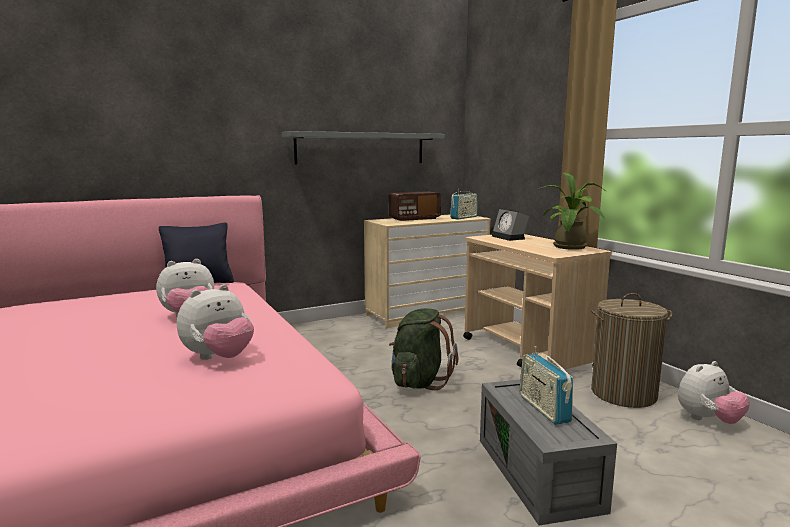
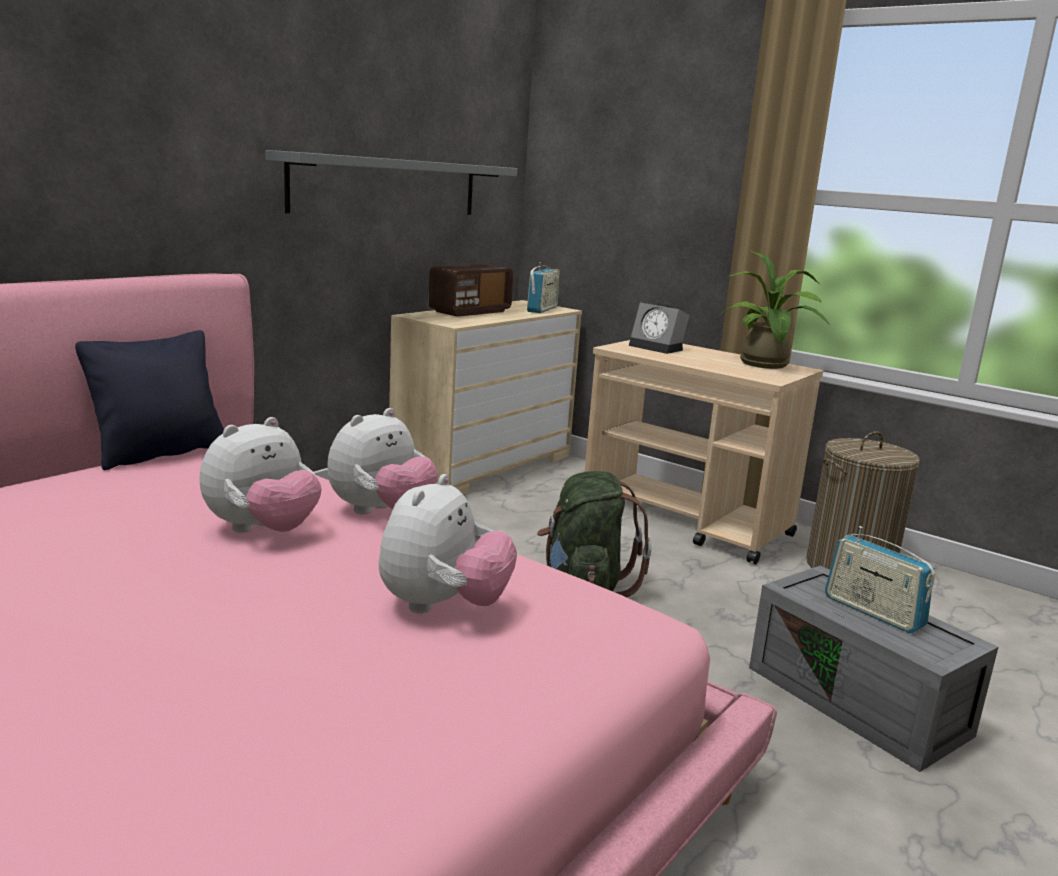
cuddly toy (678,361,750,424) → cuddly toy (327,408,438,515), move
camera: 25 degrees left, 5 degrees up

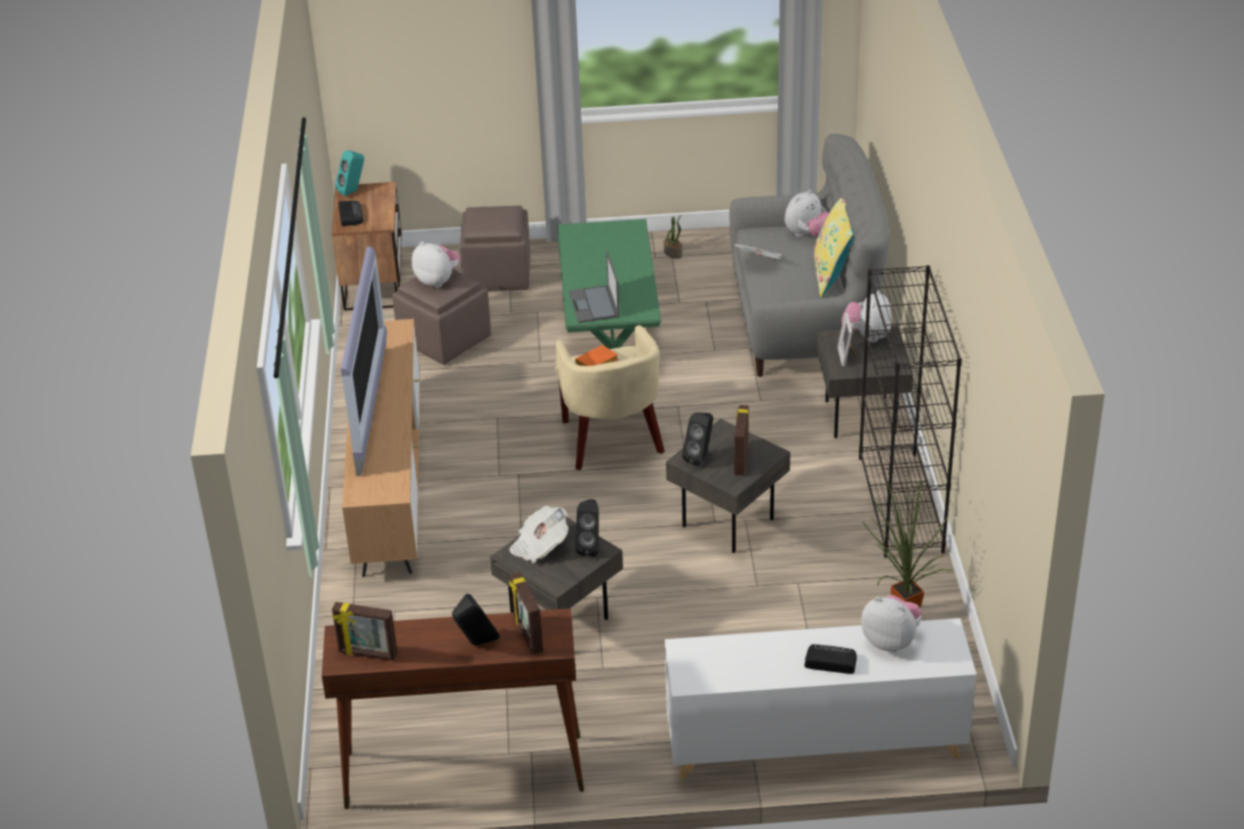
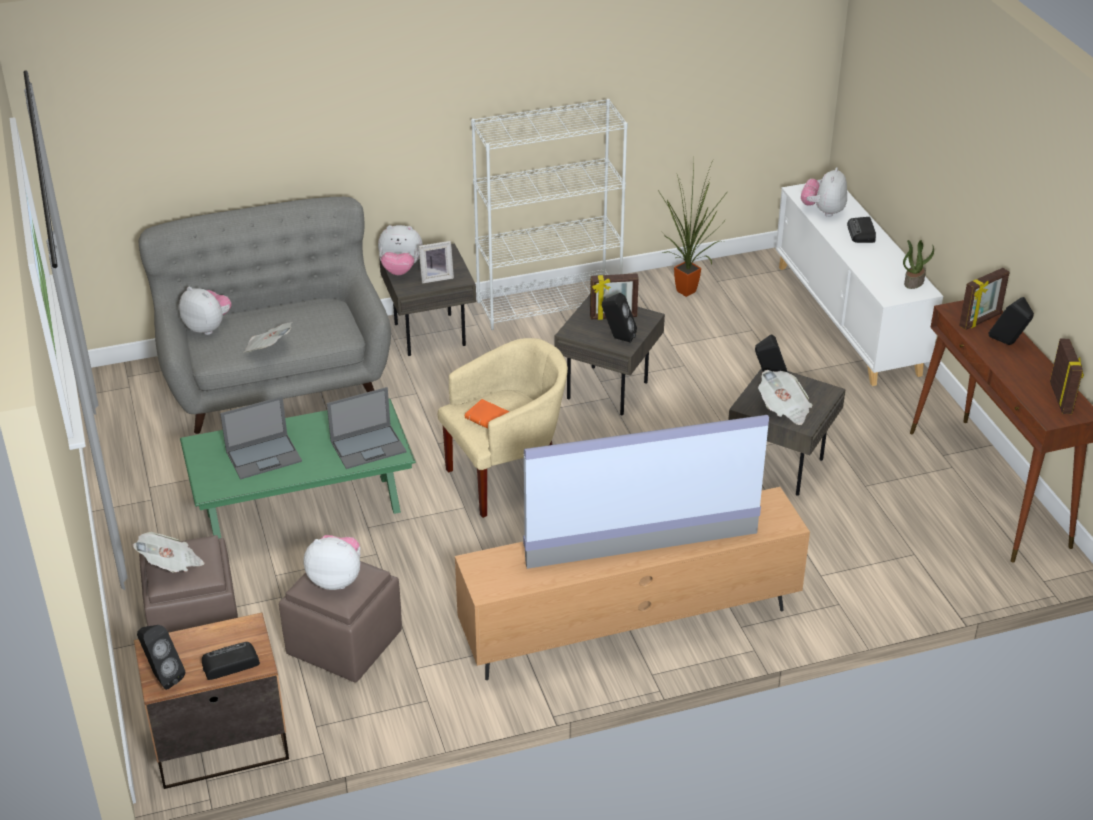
turquoise-coloured speaker (335,150,364,196) → black-coloured speaker (137,625,185,690)
yellowish cushion (814,198,854,298) → -
houseplant (664,216,682,259) → houseplant (903,240,934,289), move
cuddly toy (412,241,461,288) → cuddly toy (303,535,361,590), 75 degrees clockwise
black-coloured bookshelf (859,265,962,558) → white bookshelf (471,99,628,330)
- → notebook computer (220,396,302,480)
- → printed paper (133,532,204,573)
camera: 105 degrees left, 0 degrees up

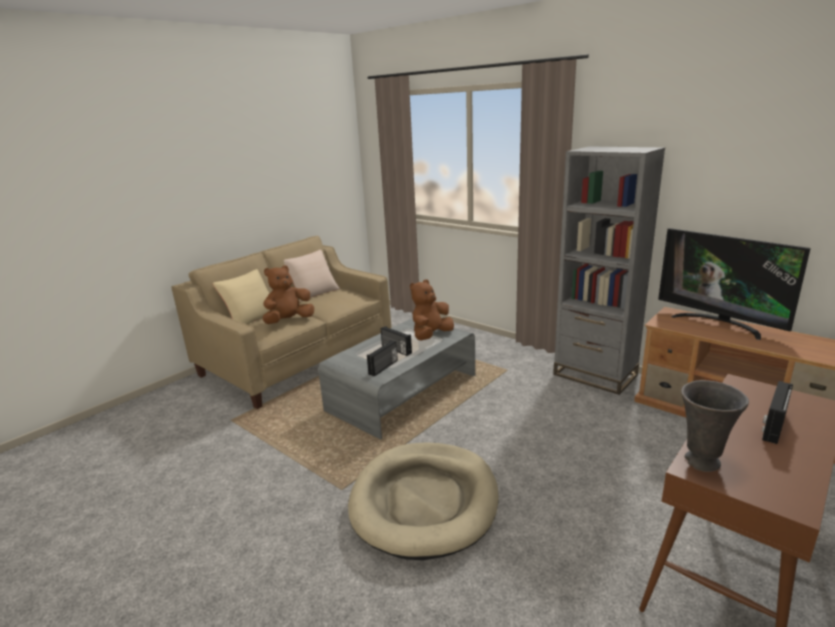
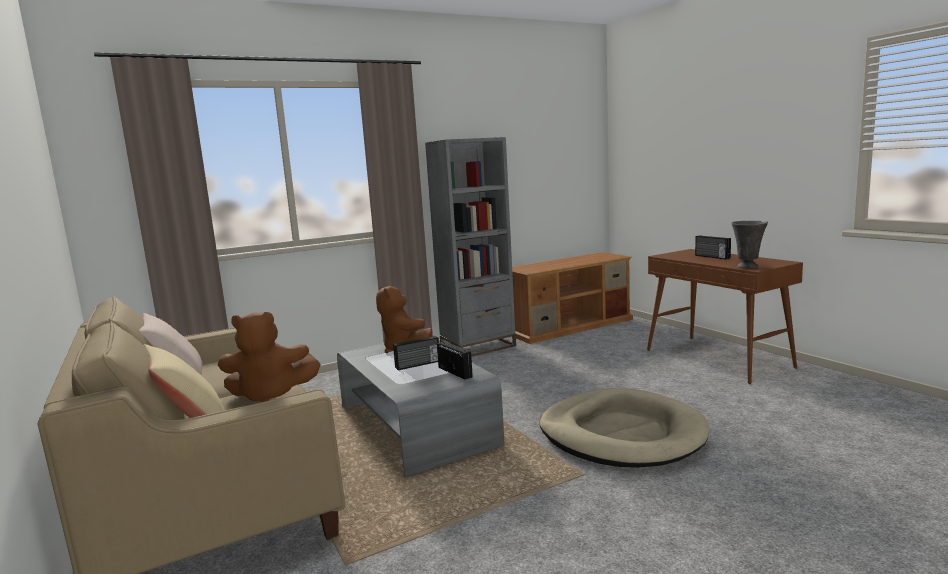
television (658,228,811,340) → -
brownish cuddly toy (263,265,314,324) → brownish cuddly toy (218,312,321,402), 75 degrees counterclockwise
camera: 70 degrees left, 10 degrees down

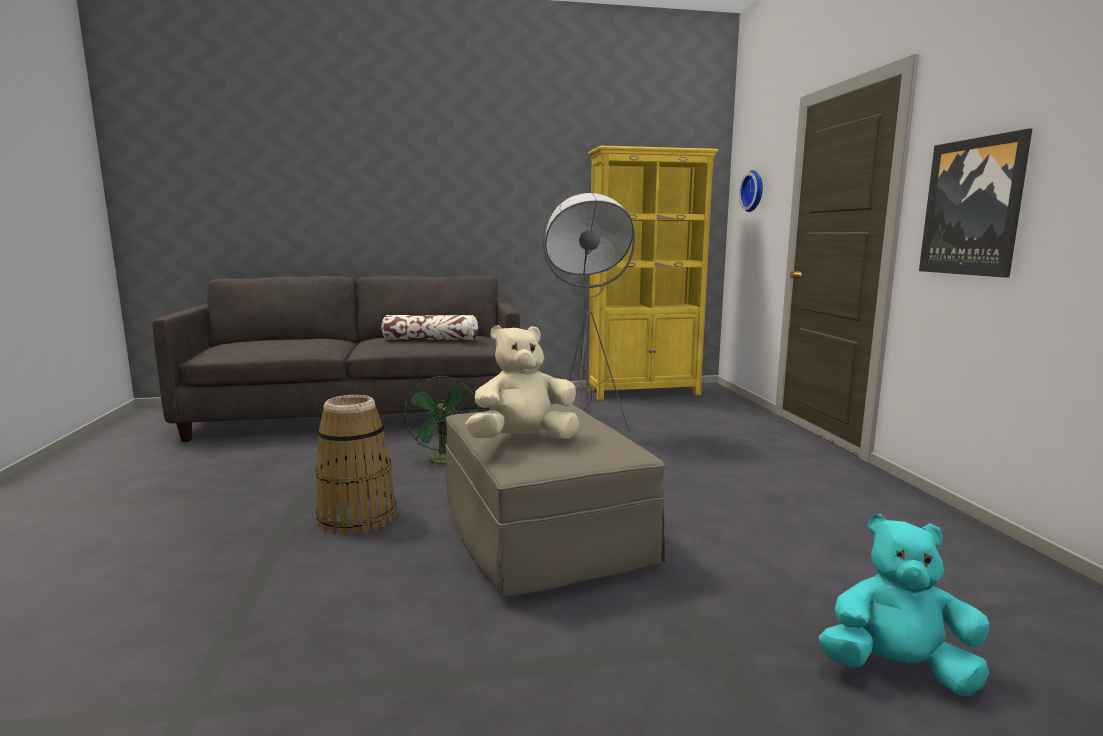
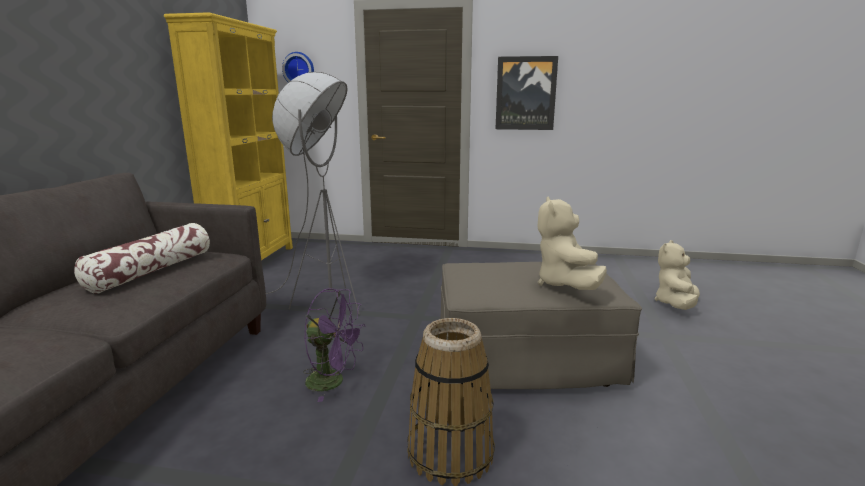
green-coloured cooling fan (404,376,479,464) → purple-coloured cooling fan (303,288,365,402)
turquoise-coloured cuddly toy (819,514,989,696) → sand-coloured cuddly toy (655,240,700,310)
camera: 70 degrees left, 5 degrees up

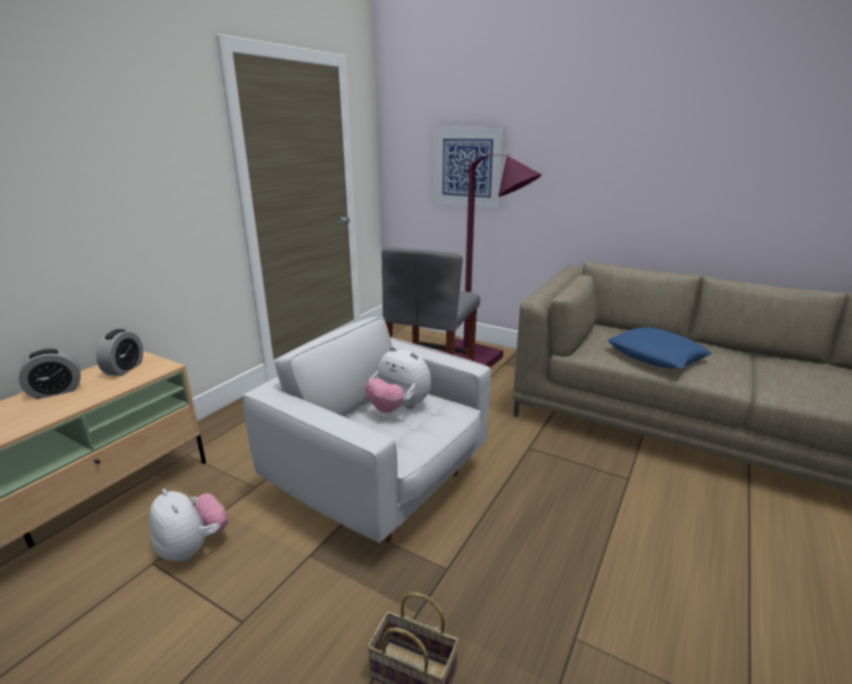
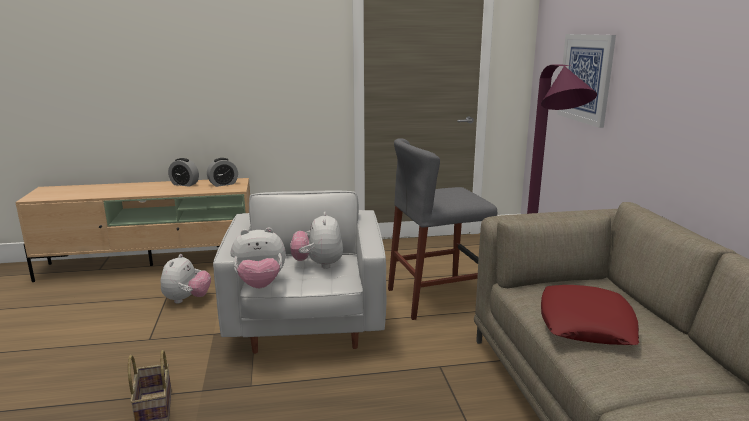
blue-coloured cushion (607,327,712,369) → reddish cushion (541,285,639,345)
- → cuddly toy (231,228,286,288)
camera: 50 degrees right, 5 degrees down

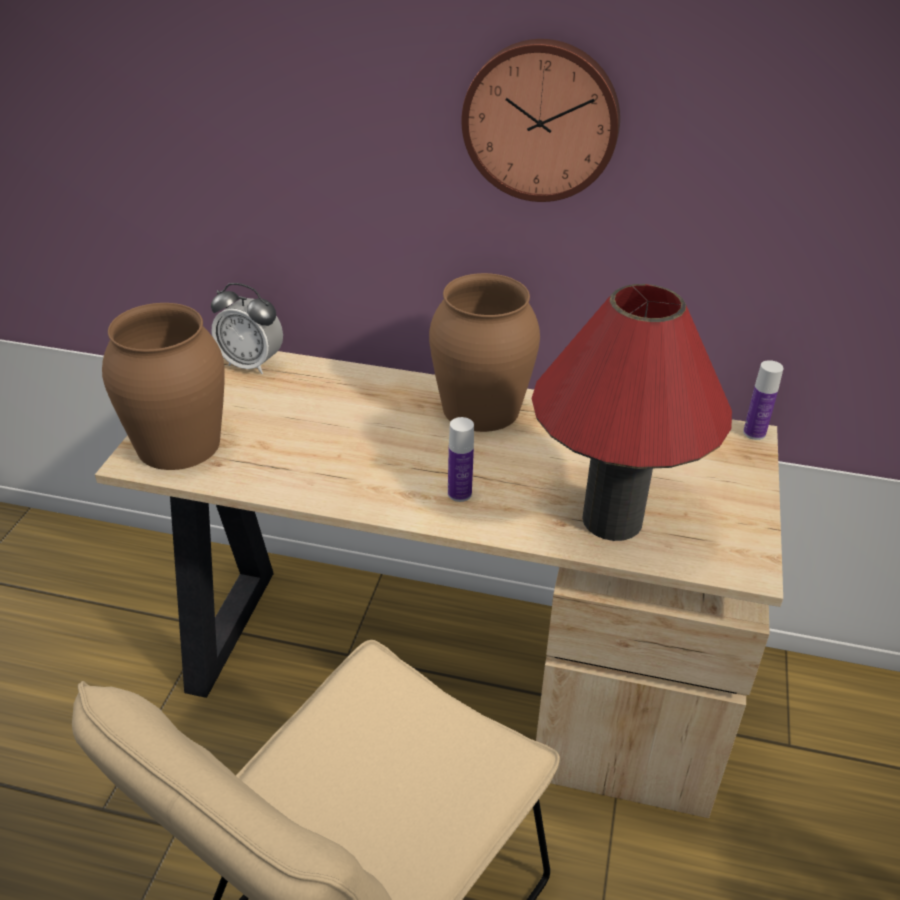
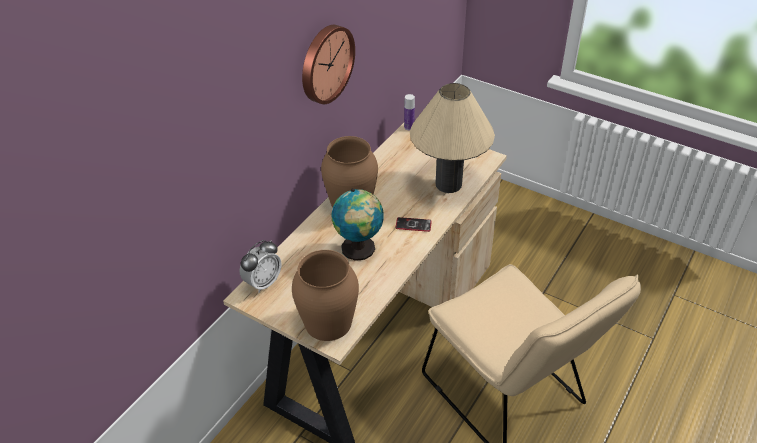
reddish table lamp (532,284,732,541) → sand-coloured table lamp (410,83,495,193)
drink bottle (448,417,474,502) → handset (396,217,432,232)
- → globe (331,188,384,261)
camera: 70 degrees left, 5 degrees up

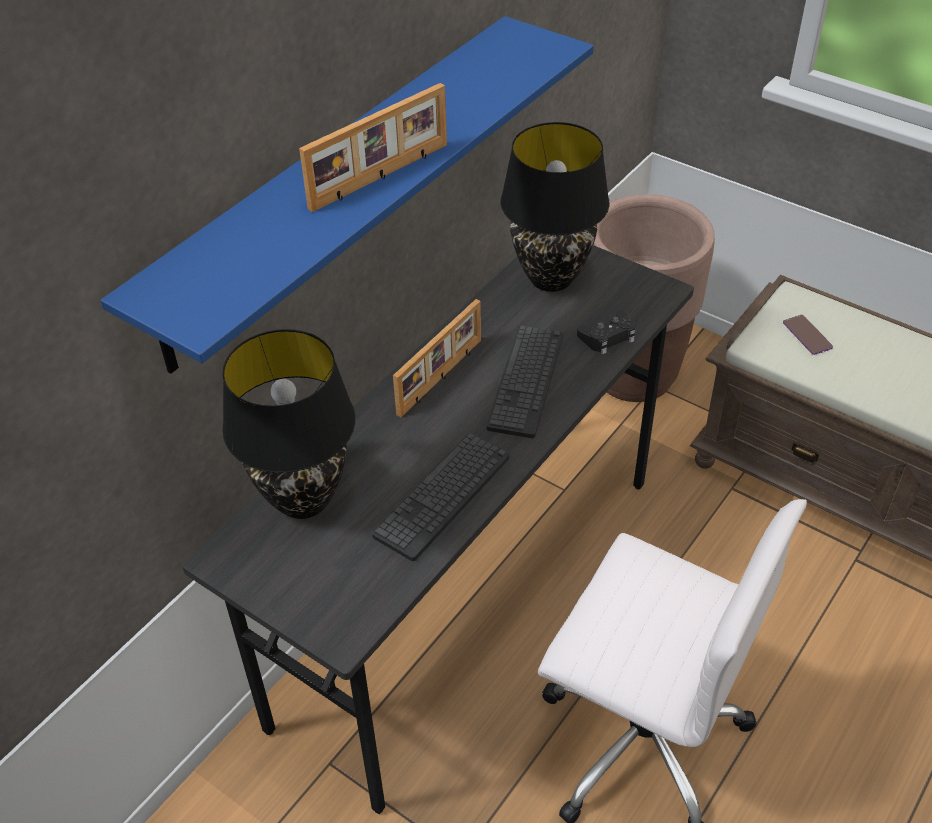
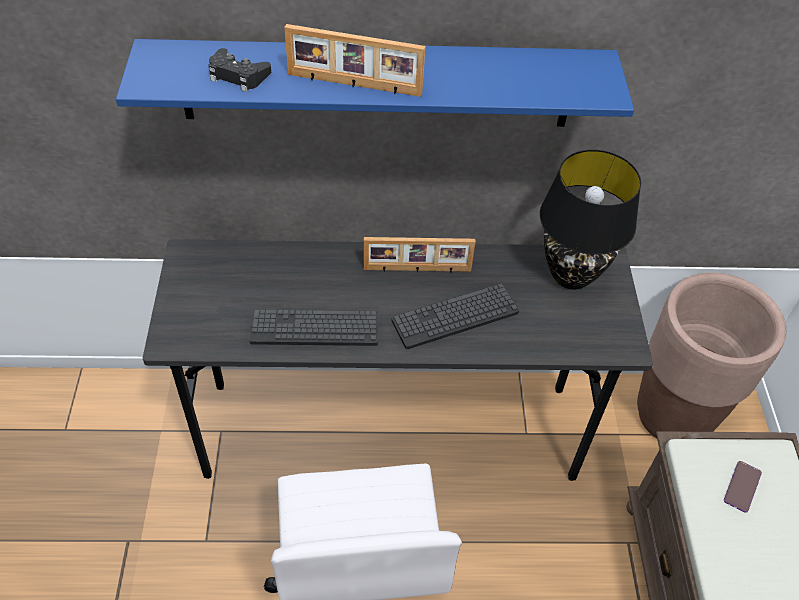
black-coloured game controller (577,310,636,354) → black-coloured game controller (209,48,271,92), move
black-coloured table lamp (222,329,355,519) → -
camera: 50 degrees right, 5 degrees up

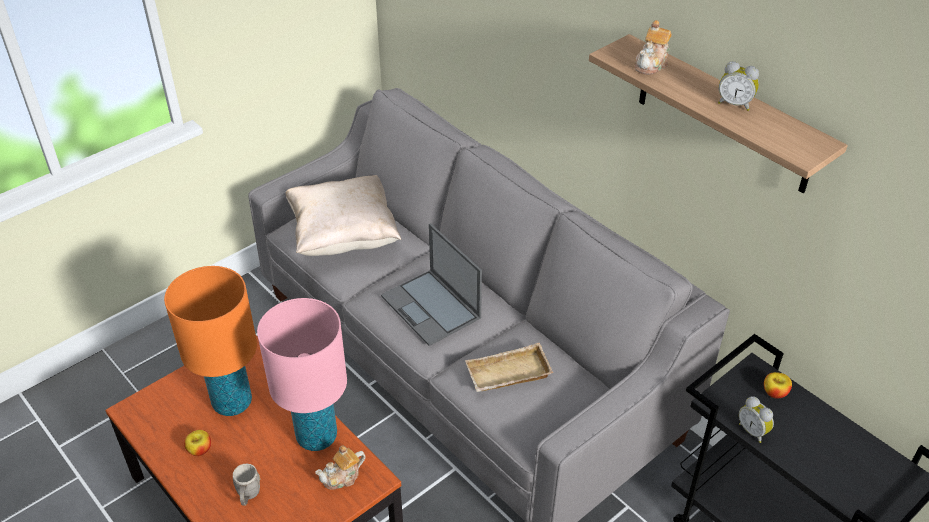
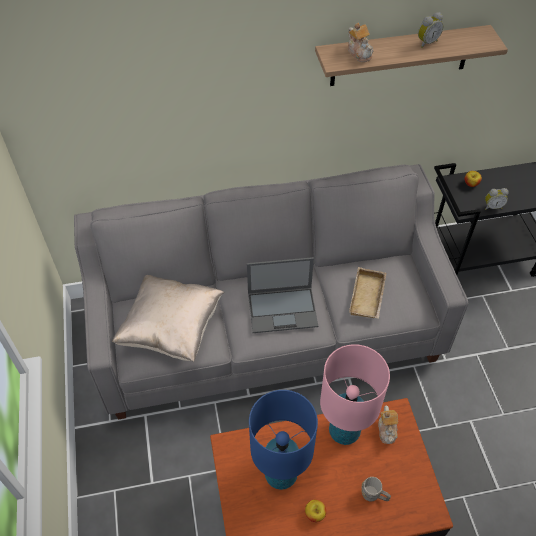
orangey table lamp (164,266,257,416) → blue-coloured table lamp (249,390,318,490)
camera: 60 degrees left, 10 degrees up

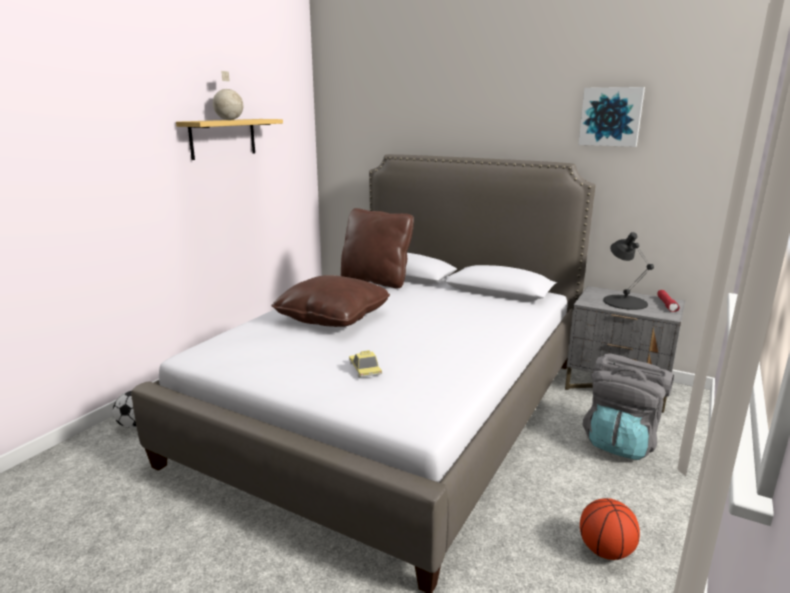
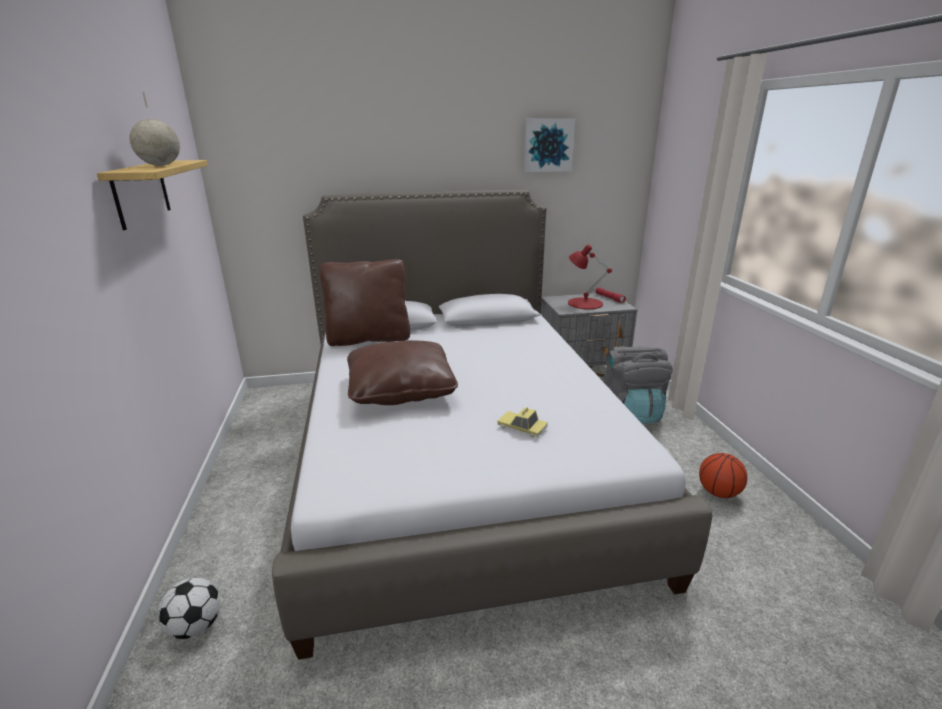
black-coloured table lamp (603,232,654,310) → reddish table lamp (568,244,612,309)
camera: 40 degrees left, 5 degrees up

